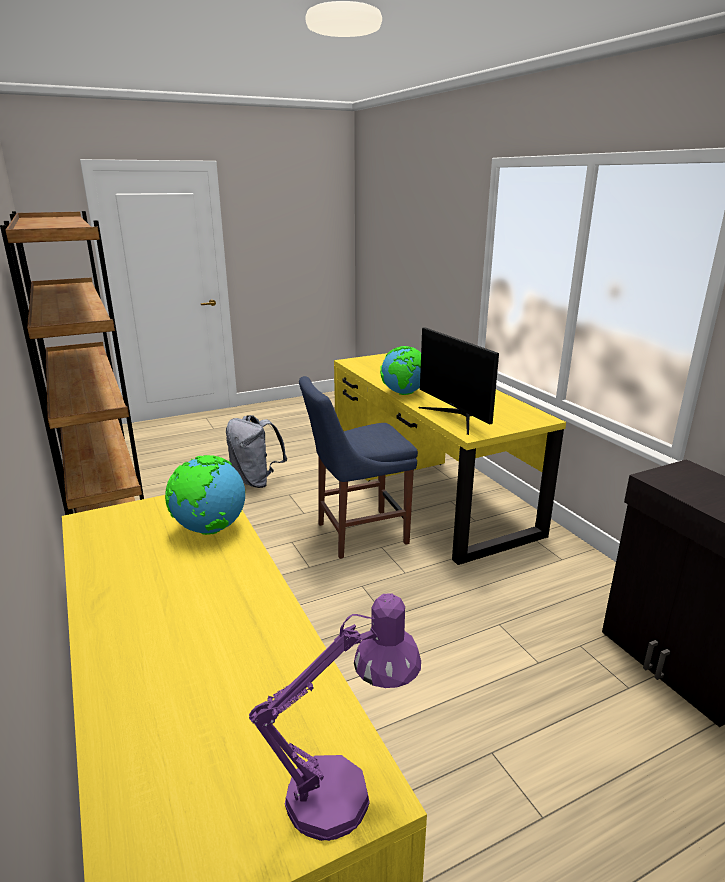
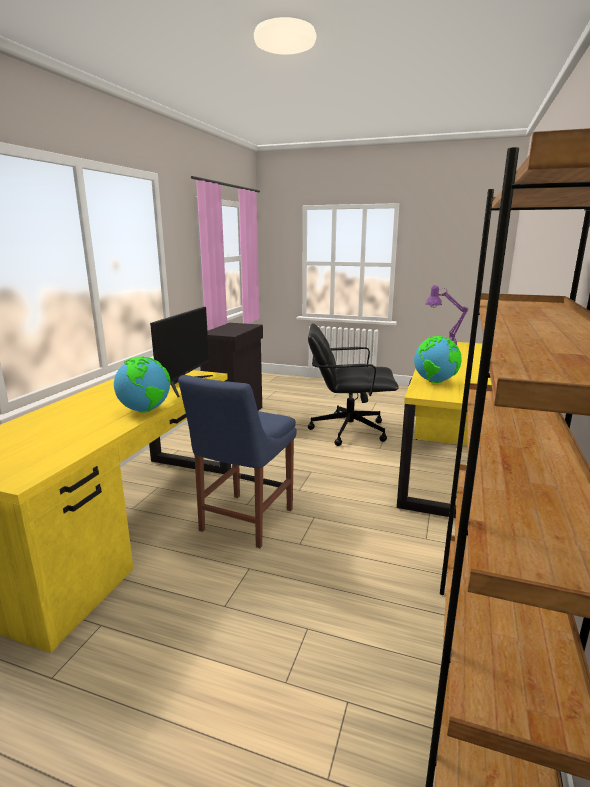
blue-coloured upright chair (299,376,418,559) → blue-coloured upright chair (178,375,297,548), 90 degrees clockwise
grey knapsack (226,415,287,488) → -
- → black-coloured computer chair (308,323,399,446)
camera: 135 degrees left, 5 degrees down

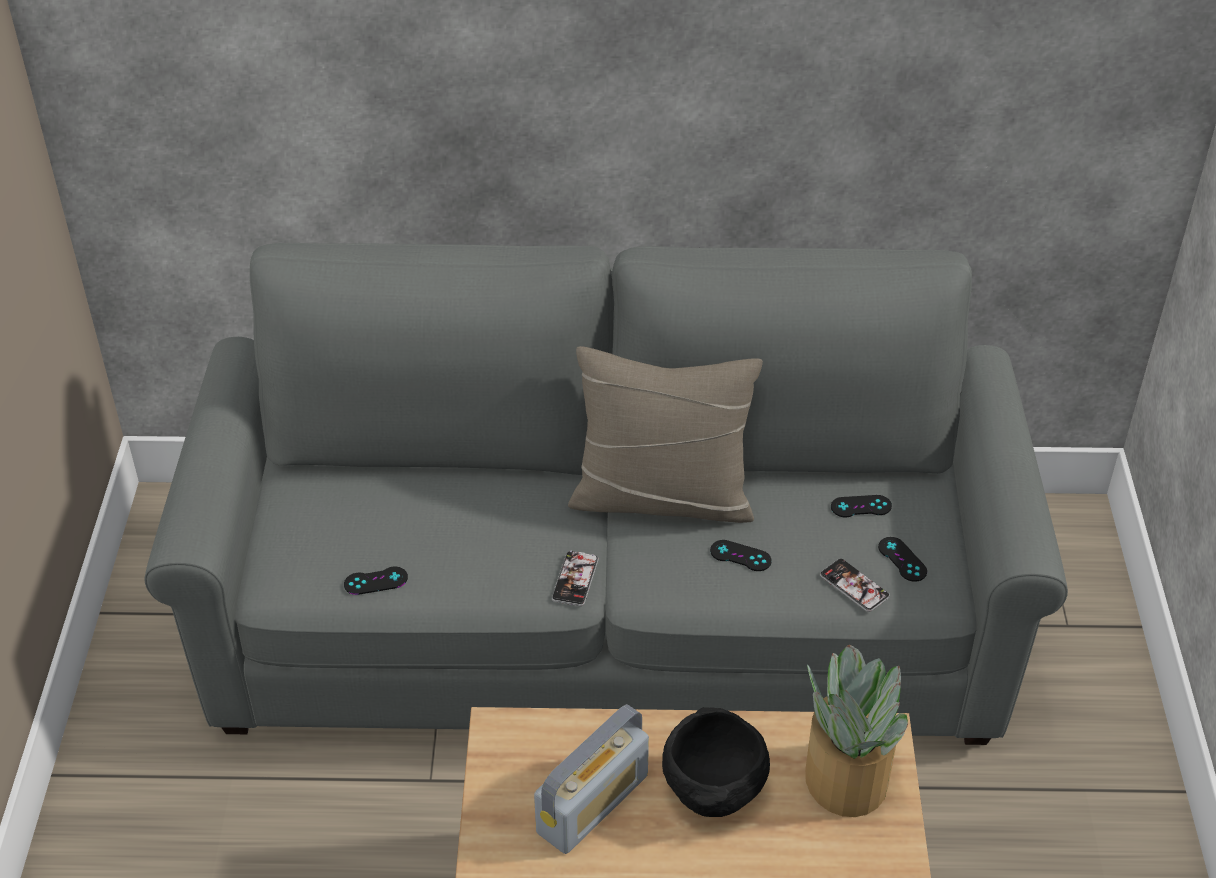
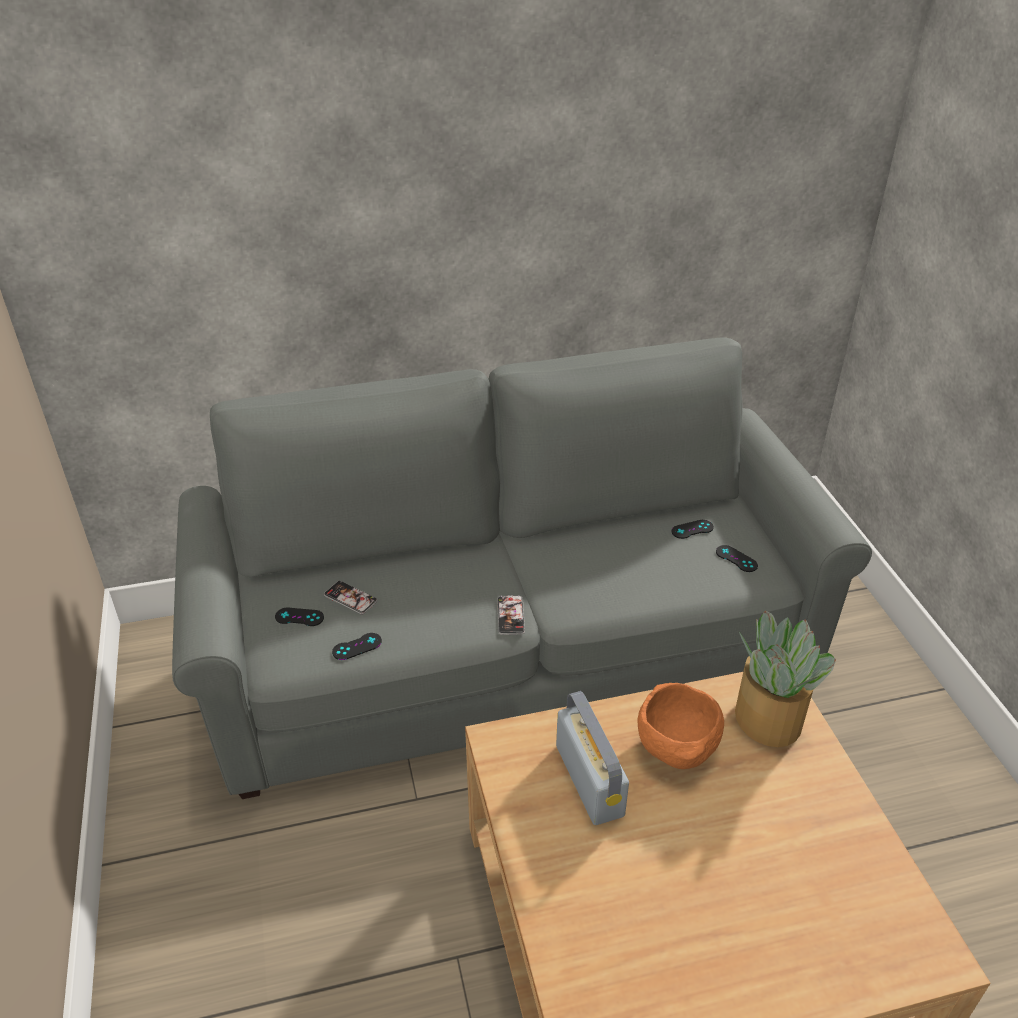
sand-coloured cushion (568,346,763,523) → -
black-coloured game controller (710,540,772,571) → black-coloured game controller (275,608,324,626), move
handset (820,559,890,612) → handset (324,581,378,614), move
radio receiver (534,704,649,854) → radio receiver (556,691,629,825), 45 degrees counterclockwise
black-coloured bowl (662,707,770,817) → orangey bowl (637,683,724,769)
camera: 15 degrees left, 5 degrees down

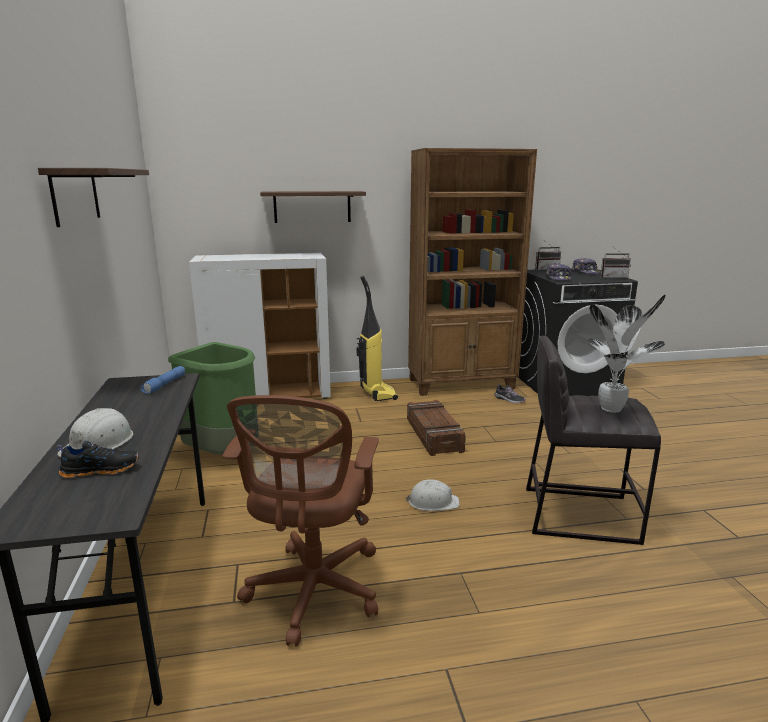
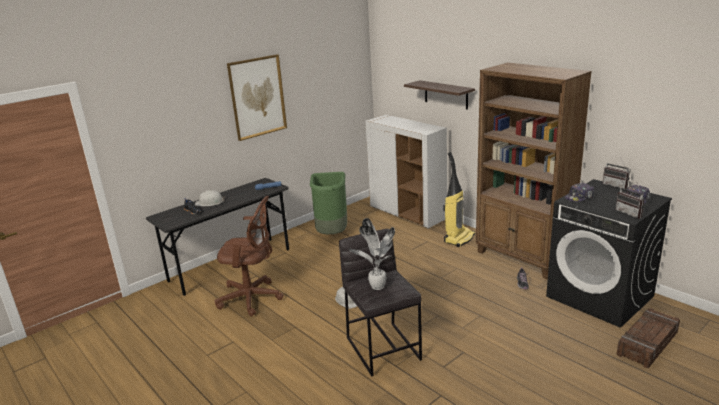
wall shelf (38,168,149,227) → wall art (227,54,287,141)
brownish computer chair (223,395,379,647) → brownish computer chair (214,196,284,316), 150 degrees counterclockwise
crate (407,400,466,456) → crate (616,308,680,368), move
camera: 60 degrees right, 5 degrees up

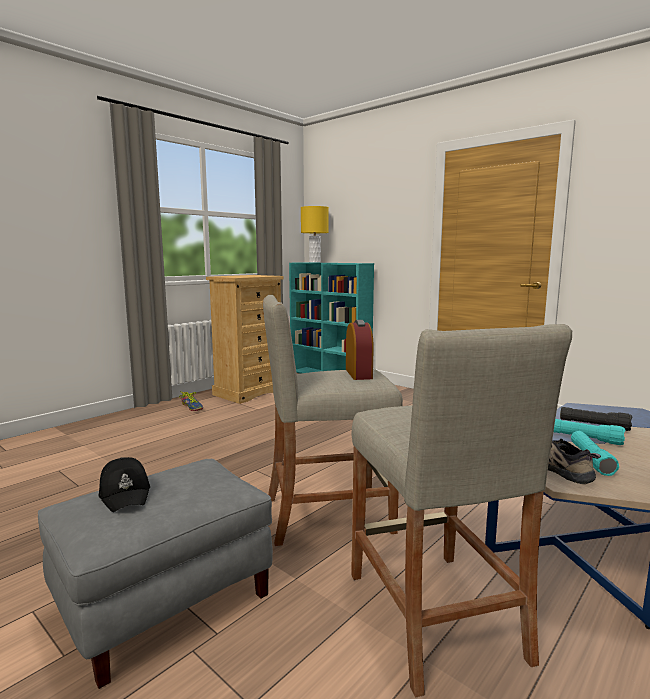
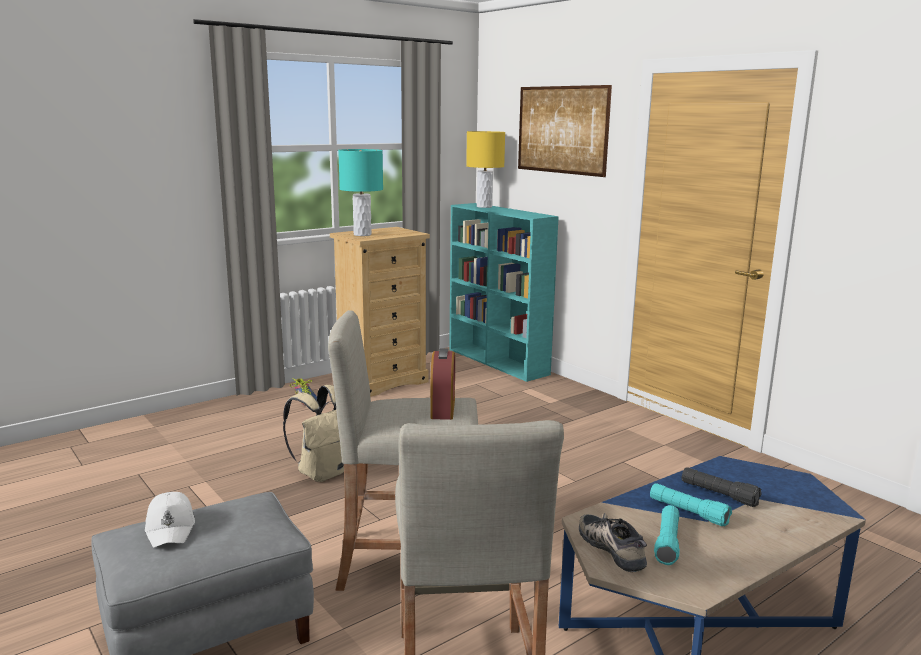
black-coloured peaked cap (99,457,150,512) → white peaked cap (145,492,195,548)
- → wall art (518,85,612,177)
- → turquoise-coloured table lamp (338,149,383,236)
- → sand-coloured knapsack (283,385,344,482)
camera: 10 degrees right, 5 degrees up

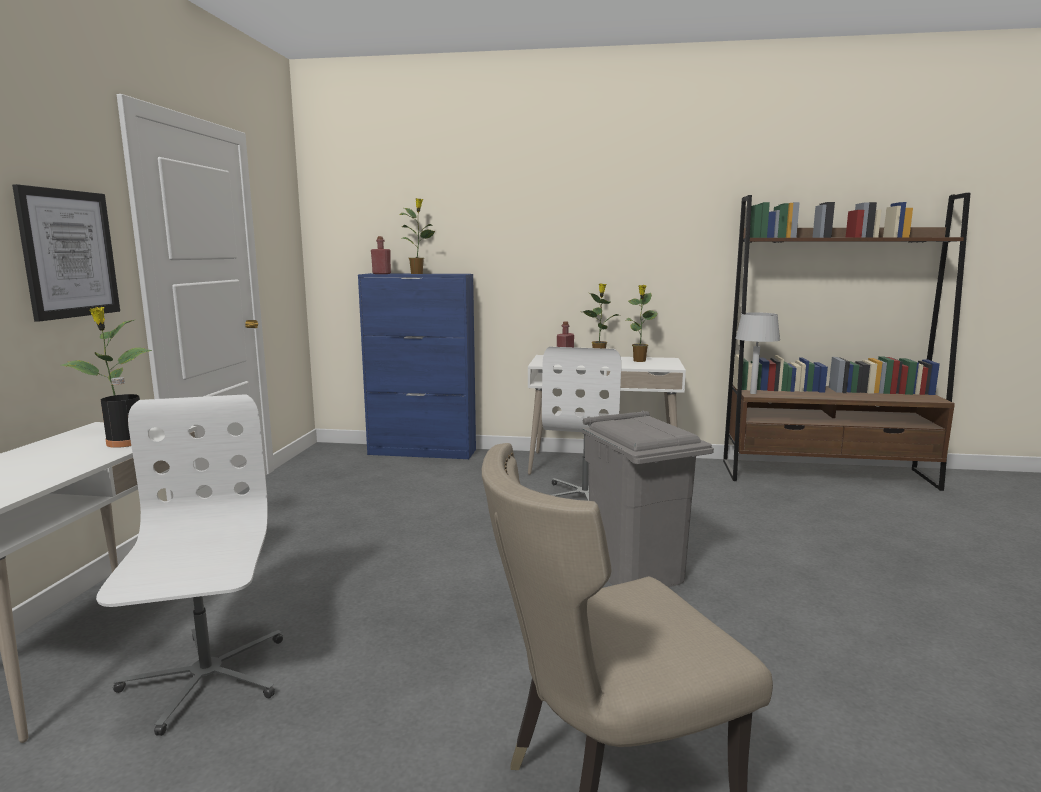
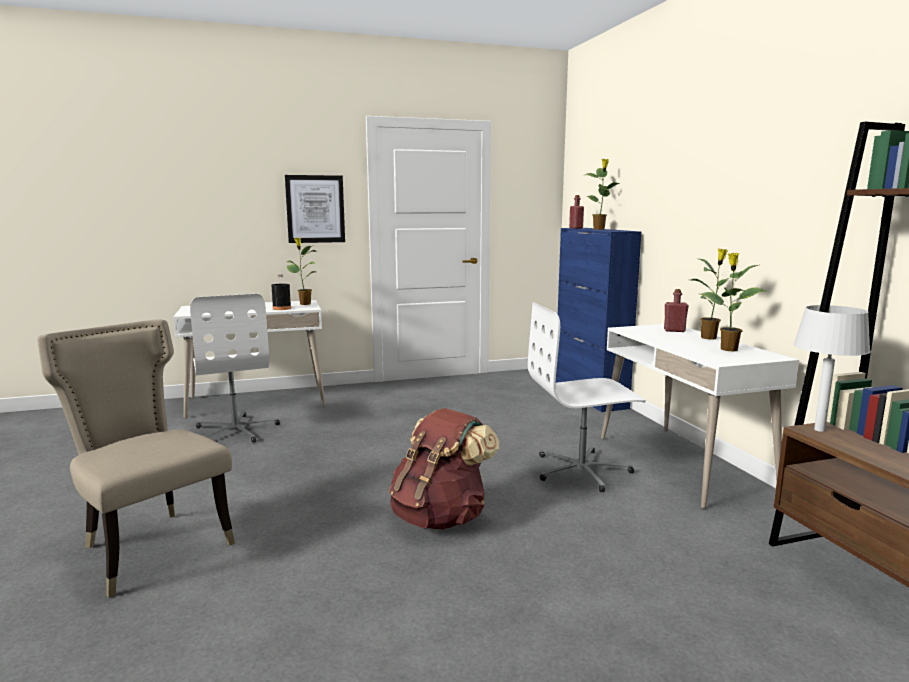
white computer chair (96,394,283,736) → white computer chair (190,294,280,443), 105 degrees clockwise
grey rubbish bin (582,411,714,587) → brownish knapsack (389,408,499,530)
camera: 65 degrees right, 0 degrees up

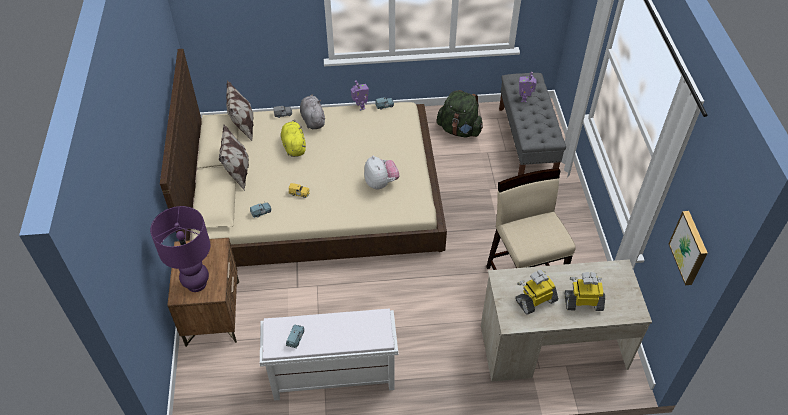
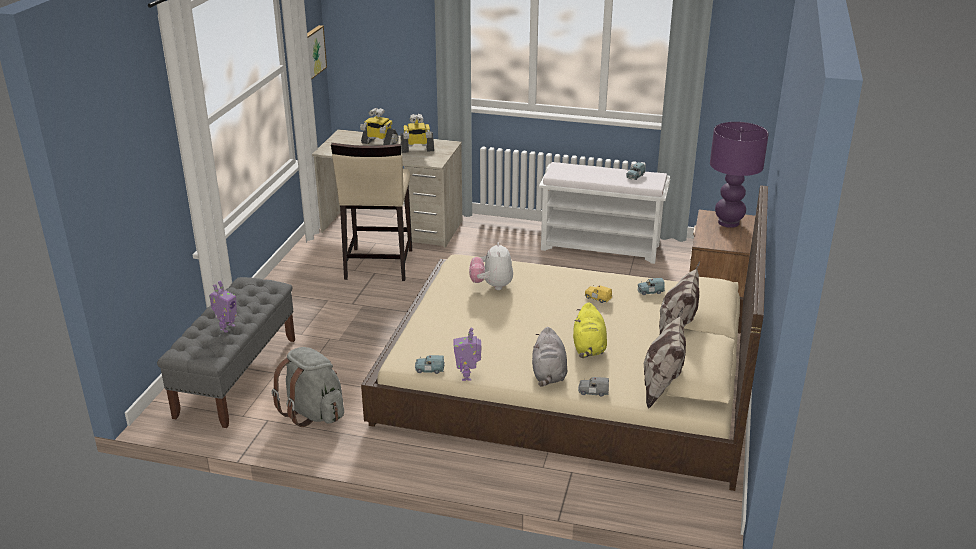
green-coloured knapsack (437,90,483,137) → grey knapsack (272,347,344,427)
camera: 160 degrees left, 20 degrees down

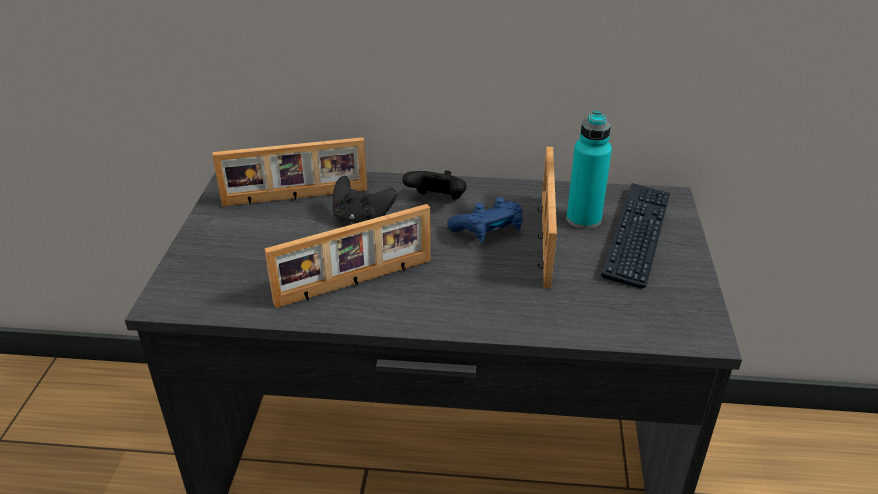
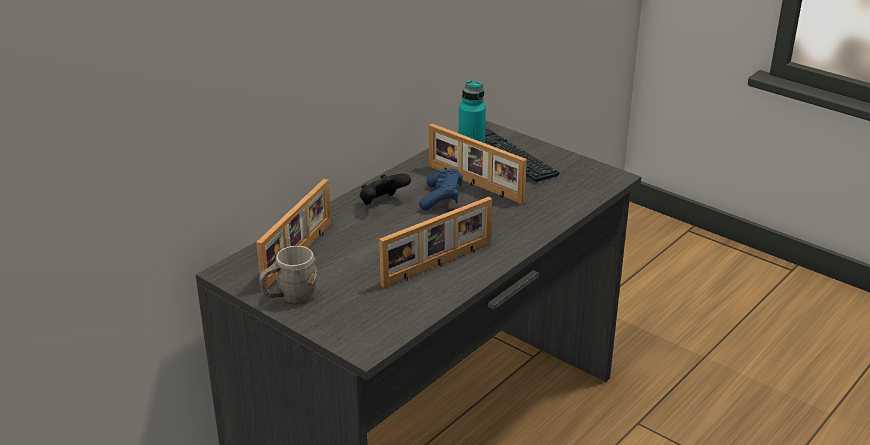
black-coloured game controller (333,176,397,223) → -
standing frame (264,204,431,308) → standing frame (379,197,492,288), 45 degrees clockwise
- → grey coffee mug (259,246,317,304)
camera: 55 degrees left, 5 degrees down

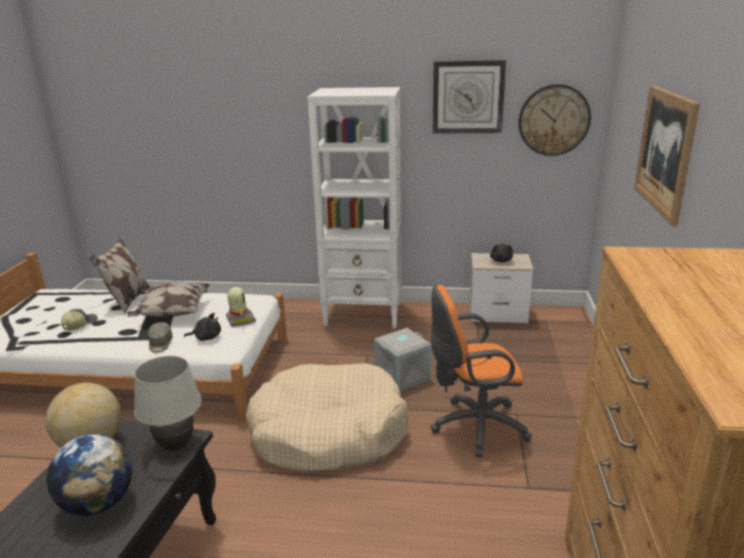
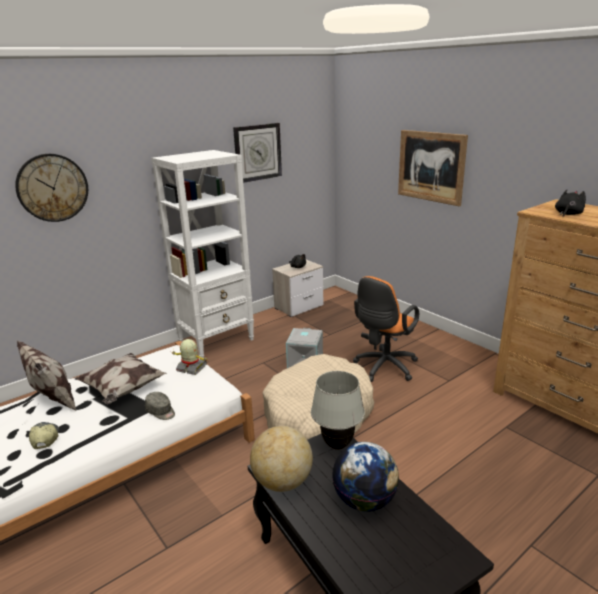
clock on the wall (518,84,591,156) → clock on the wall (15,154,88,222), move
black-coloured cuddly toy (184,313,221,341) → black-coloured cuddly toy (555,190,586,217), move
camera: 45 degrees left, 0 degrees up

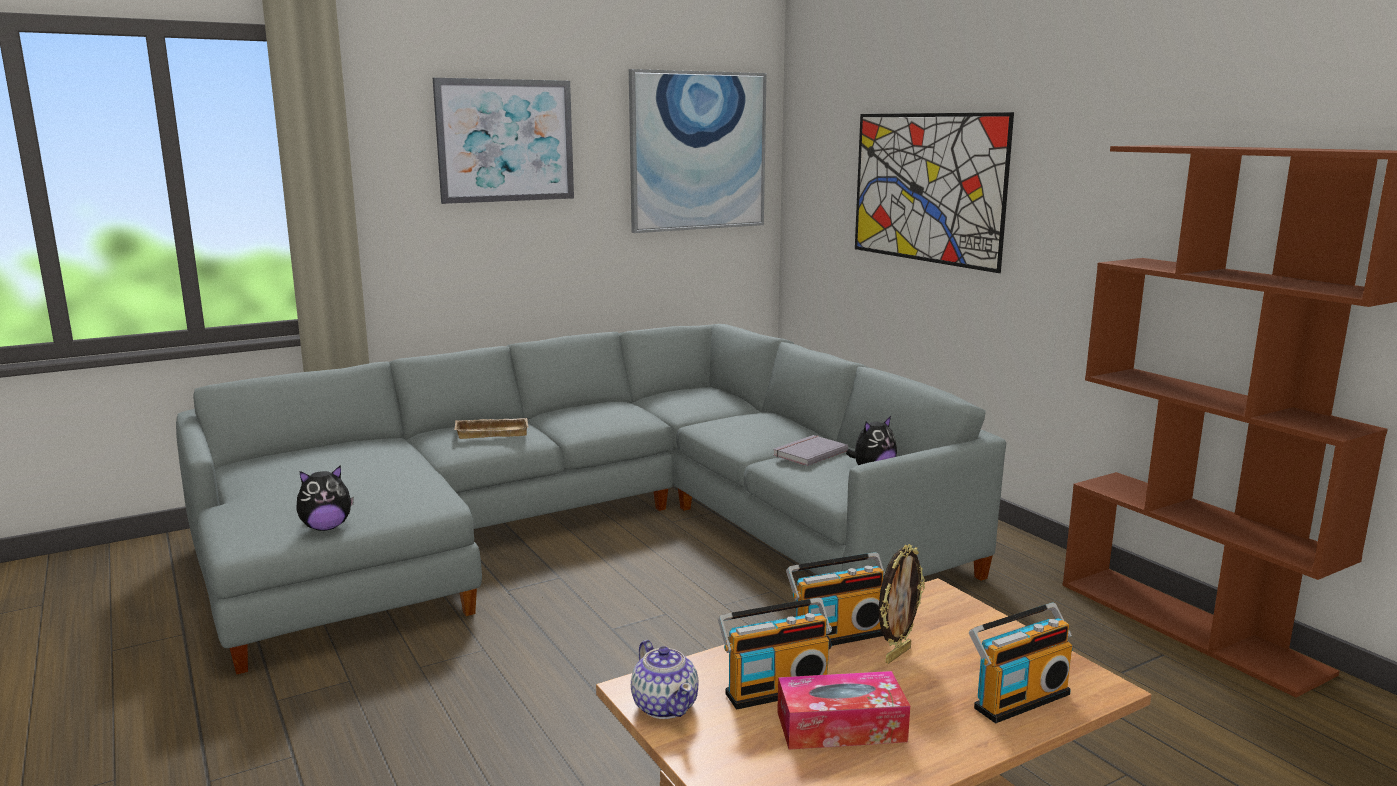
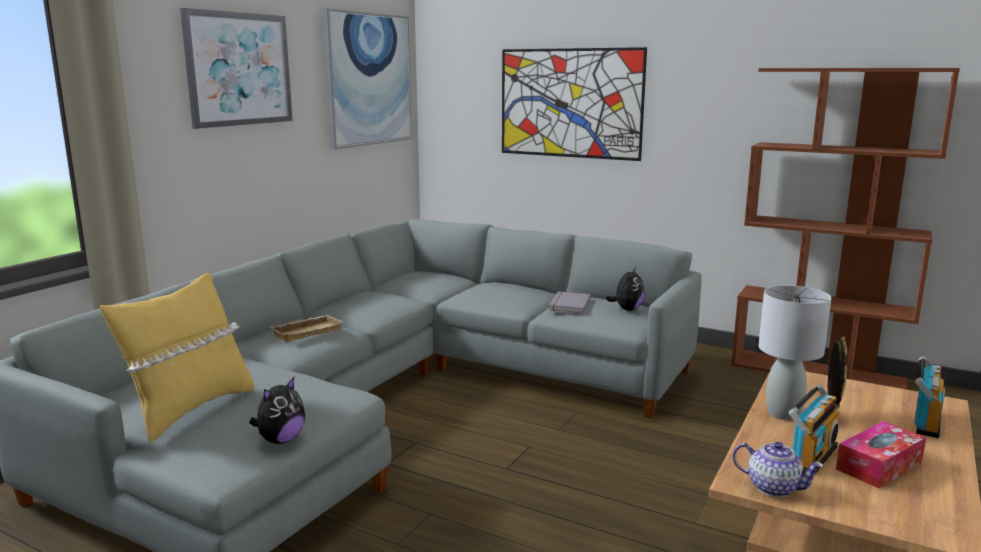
radio receiver (786,552,885,646) → grey table lamp (759,285,831,420)
- → yellowish cushion (100,273,254,443)
camera: 30 degrees left, 0 degrees up

